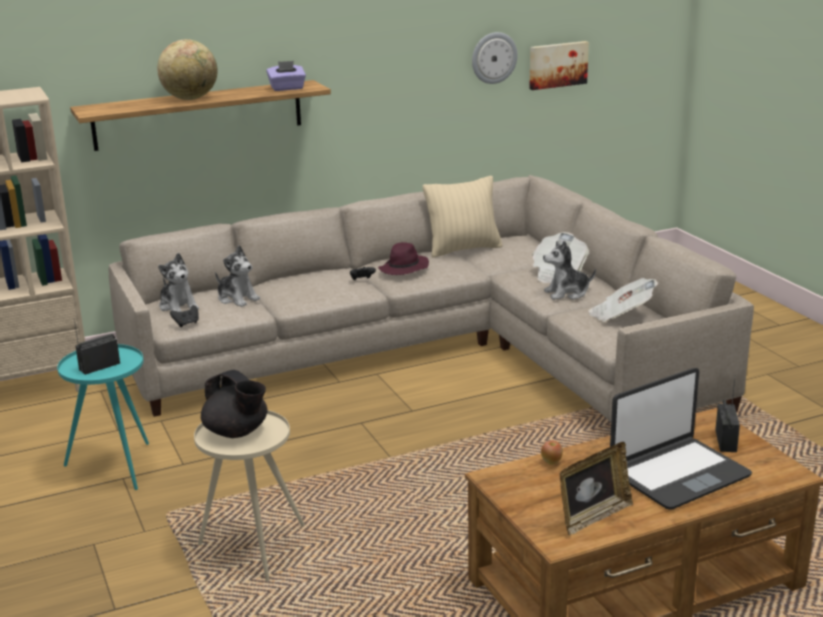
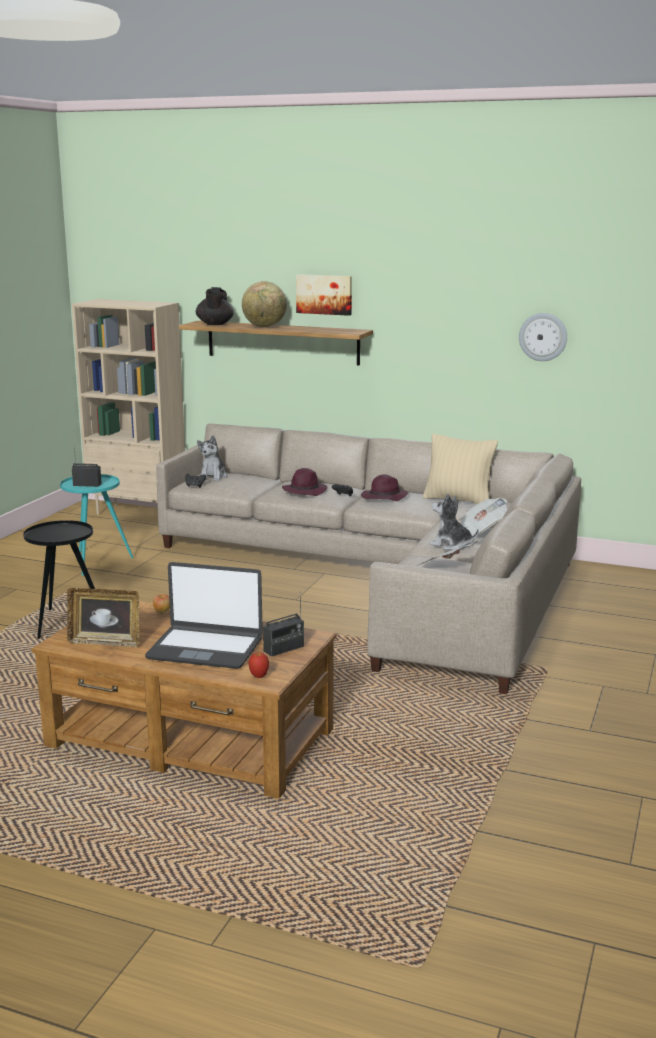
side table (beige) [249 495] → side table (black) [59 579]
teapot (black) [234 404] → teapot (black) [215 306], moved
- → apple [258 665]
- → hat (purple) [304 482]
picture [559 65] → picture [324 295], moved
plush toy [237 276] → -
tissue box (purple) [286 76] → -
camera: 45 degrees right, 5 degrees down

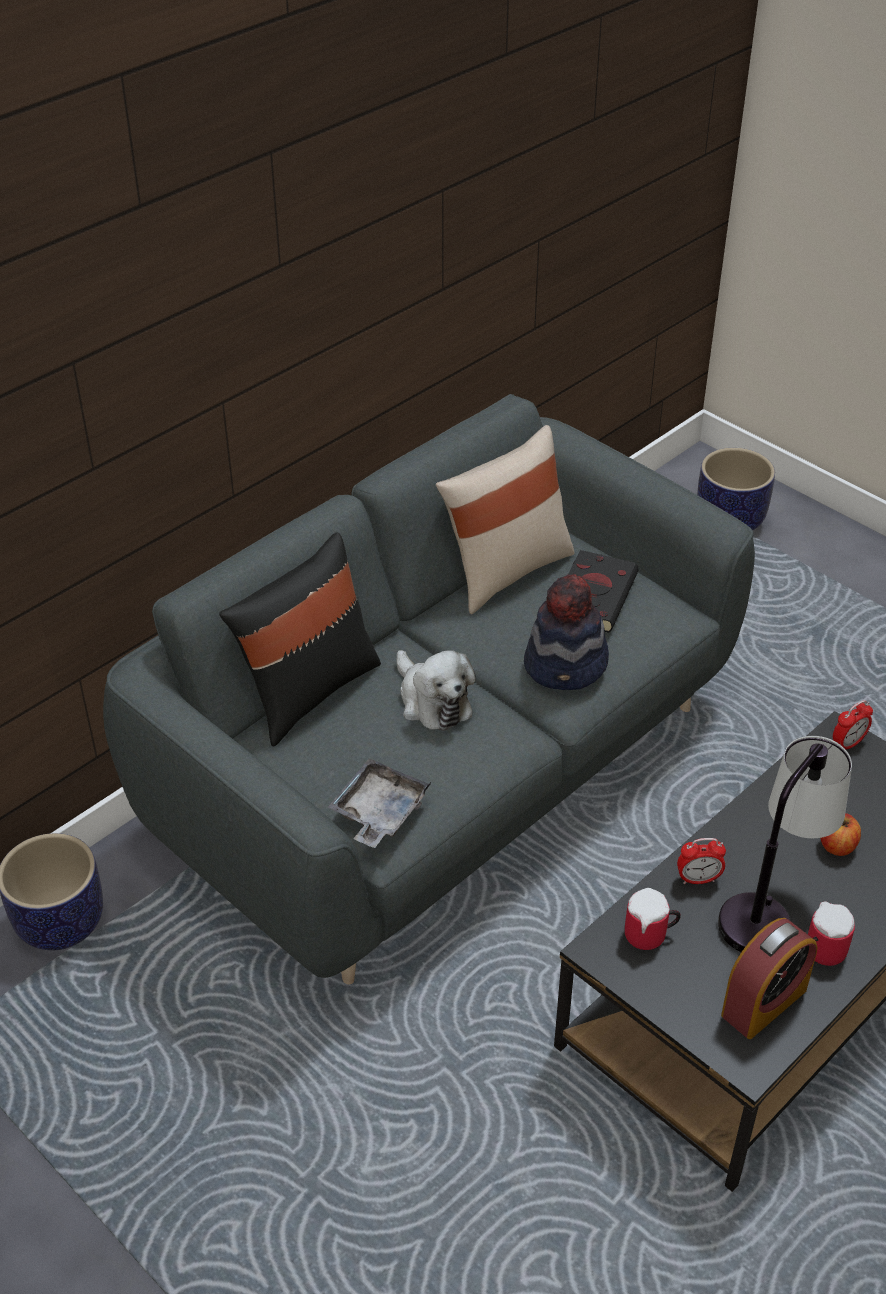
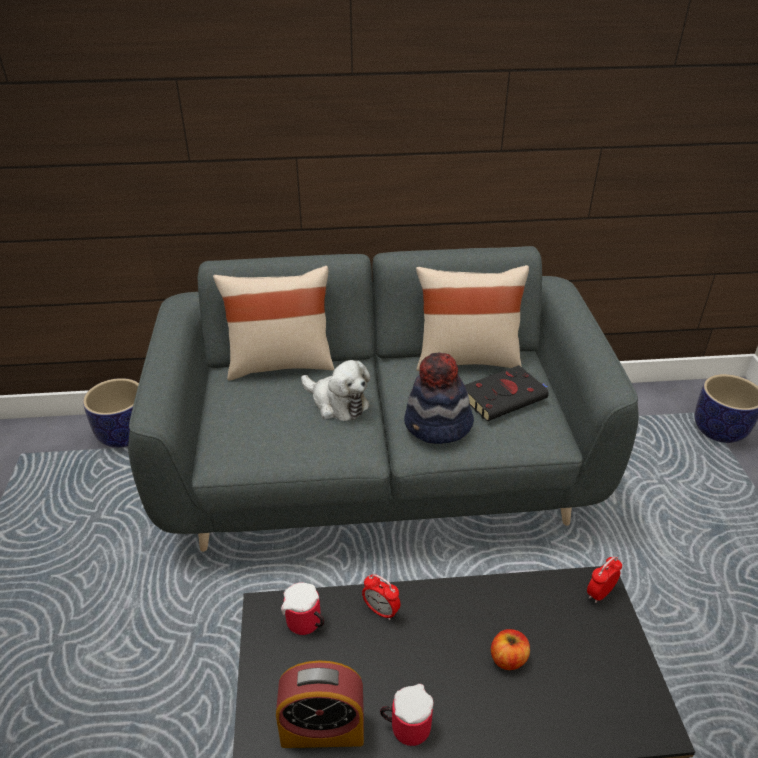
pillow (black) [300 639] → pillow (beige) [273 323]
plush toy [436 690] → plush toy [336 390], 60 degrees counterclockwise
alarm clock [853 724] → alarm clock [604 580], 135 degrees clockwise
tray (grey) [379 803] → -
table lamp [785 844] → -
camera: 40 degrees right, 5 degrees down

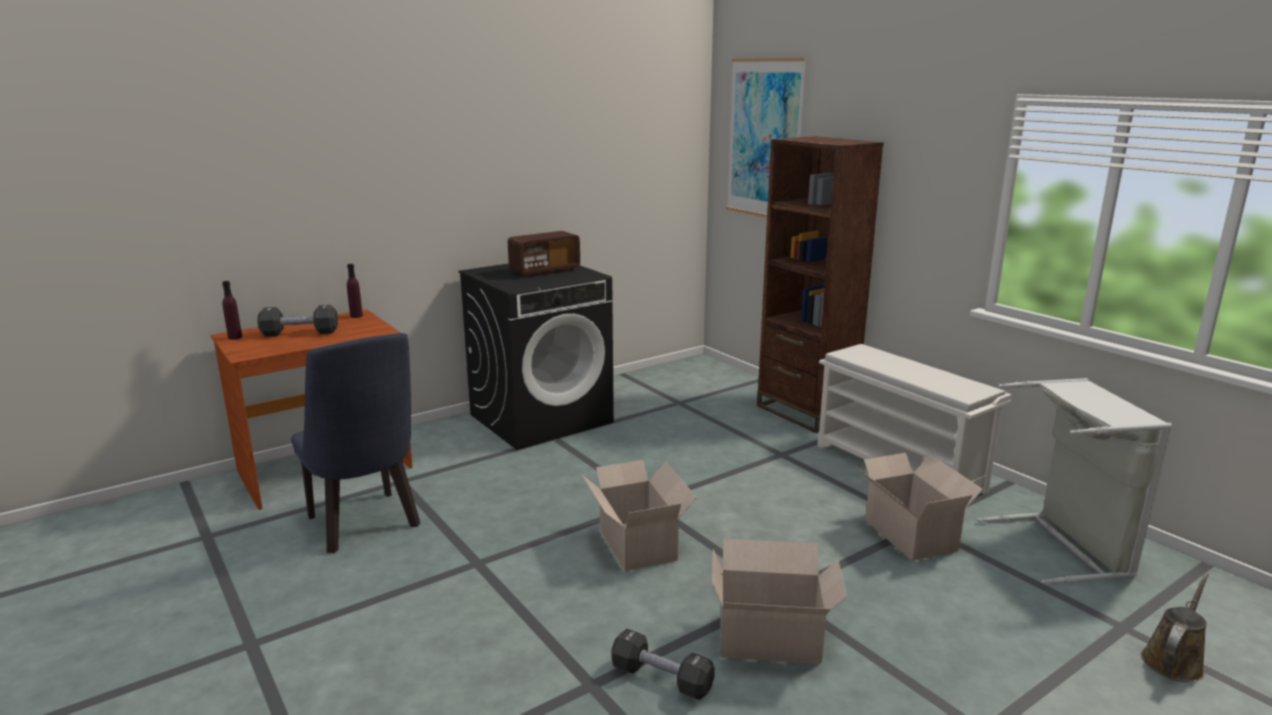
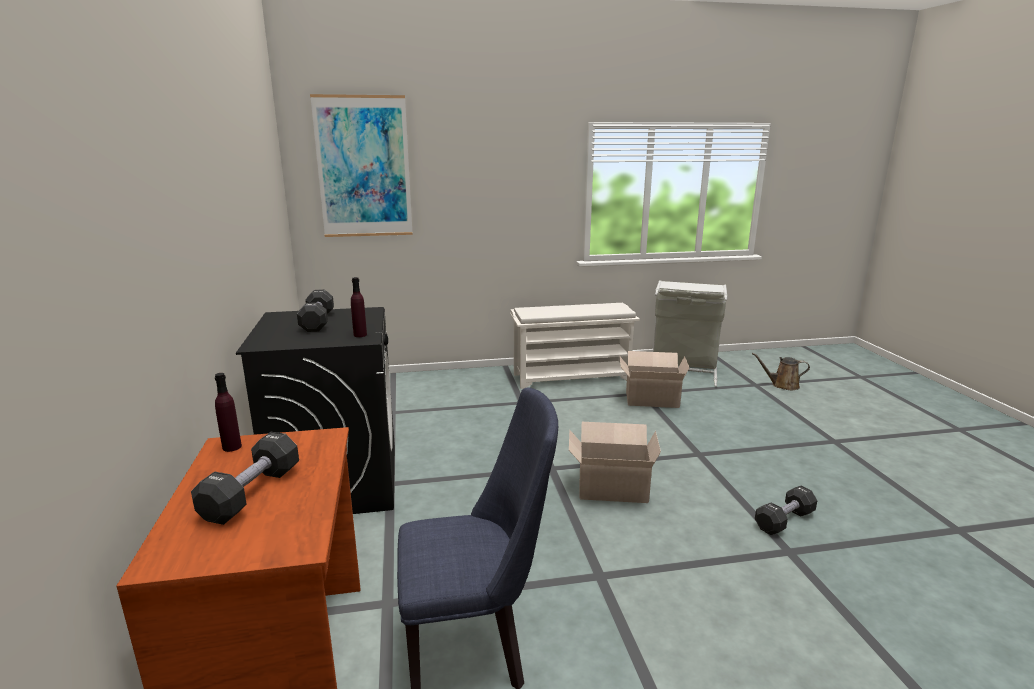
radio [544 254] → dumbbell (black) [315 311]
bottle (purple) [232 310] → bottle (purple) [359 307], moved
watering can (brown) [1175 627] → watering can (brown) [781 371], 60 degrees counterclockwise
cardboard box [779 601] → -
bookcase (brown) [820 284] → -
camera: 65 degrees left, 0 degrees up

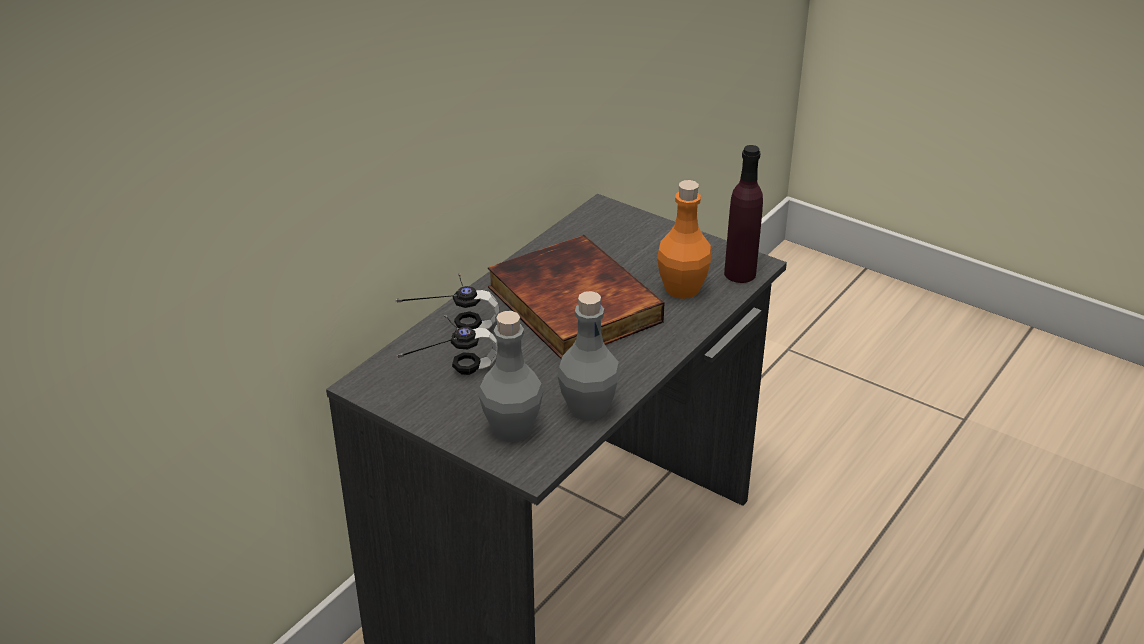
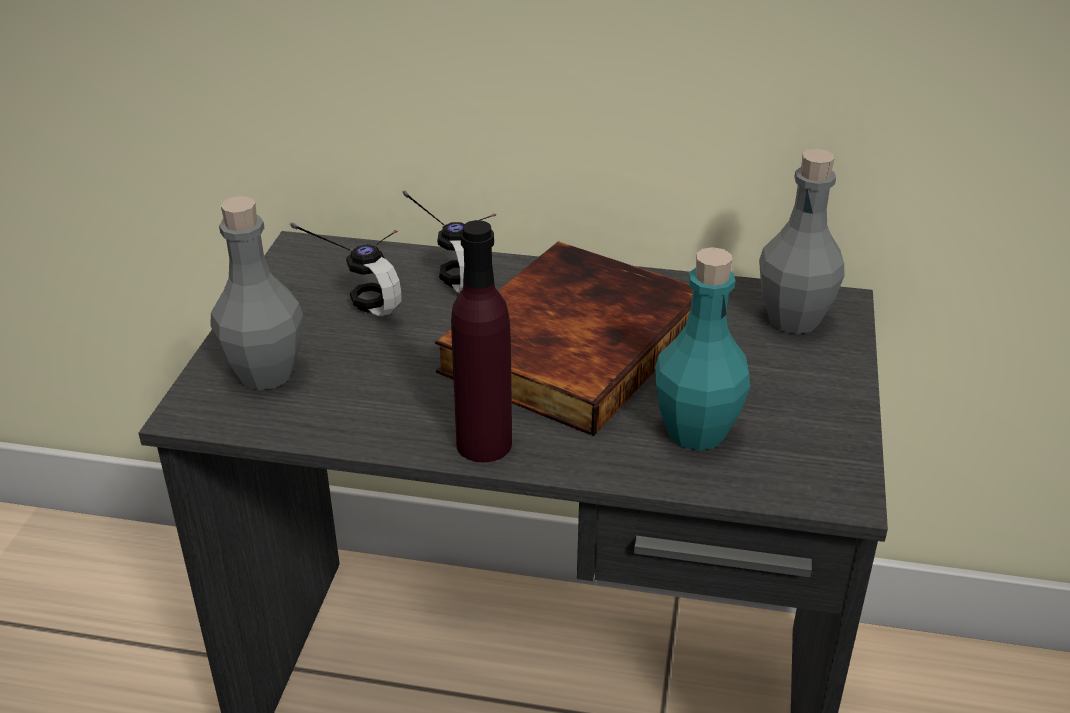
bottle (purple) [743 214] → bottle (purple) [481 341], moved
bottle (orange) [684 239] → bottle (turquoise) [702 349]
bottle (grey) [588 356] → bottle (grey) [802 241], moved
camera: 65 degrees right, 0 degrees up

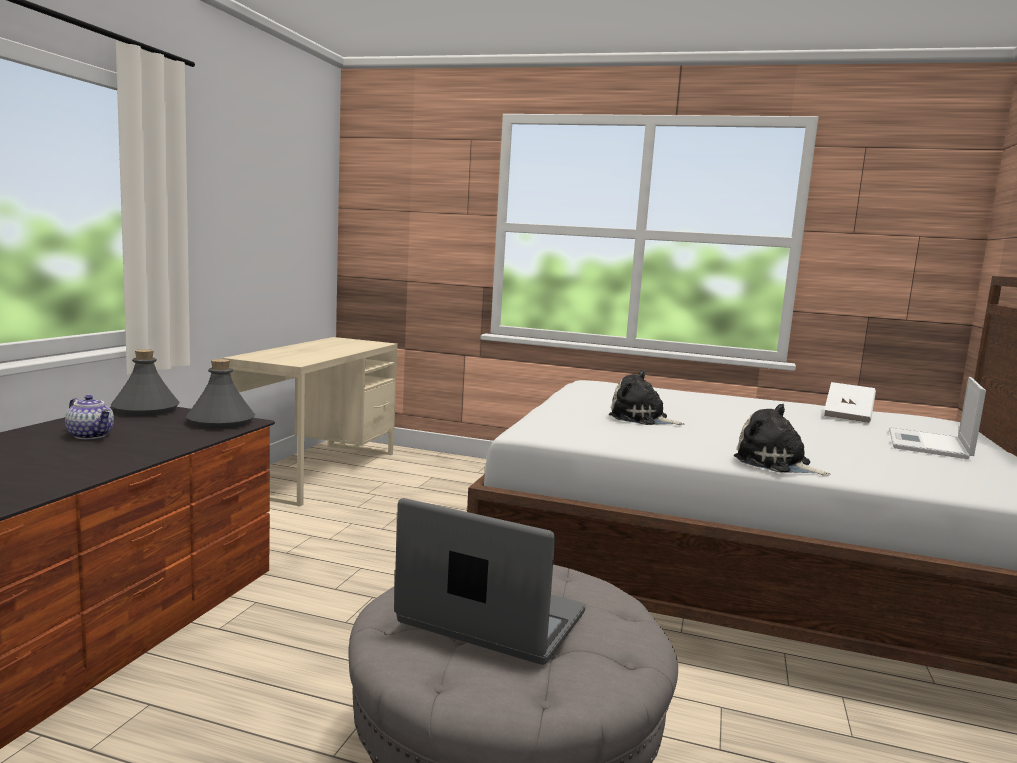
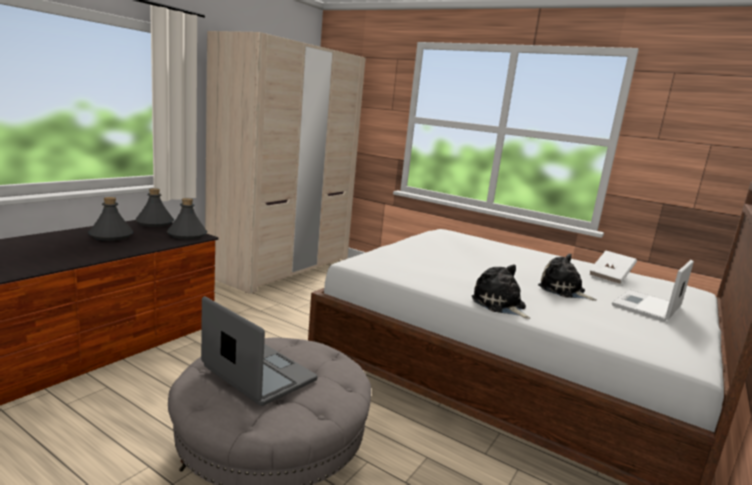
teapot [89 417] → bottle (grey) [110 219]
desk (beige) [310 421] → wardrobe (beige) [285 162]
plush toy [647 397] → plush toy [567 277], moved
camera: 15 degrees right, 5 degrees up

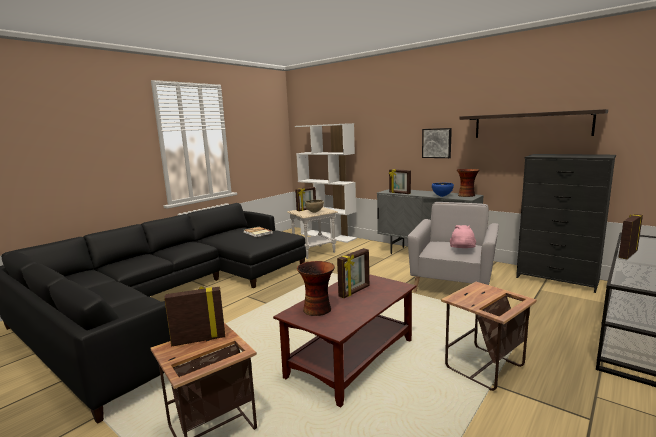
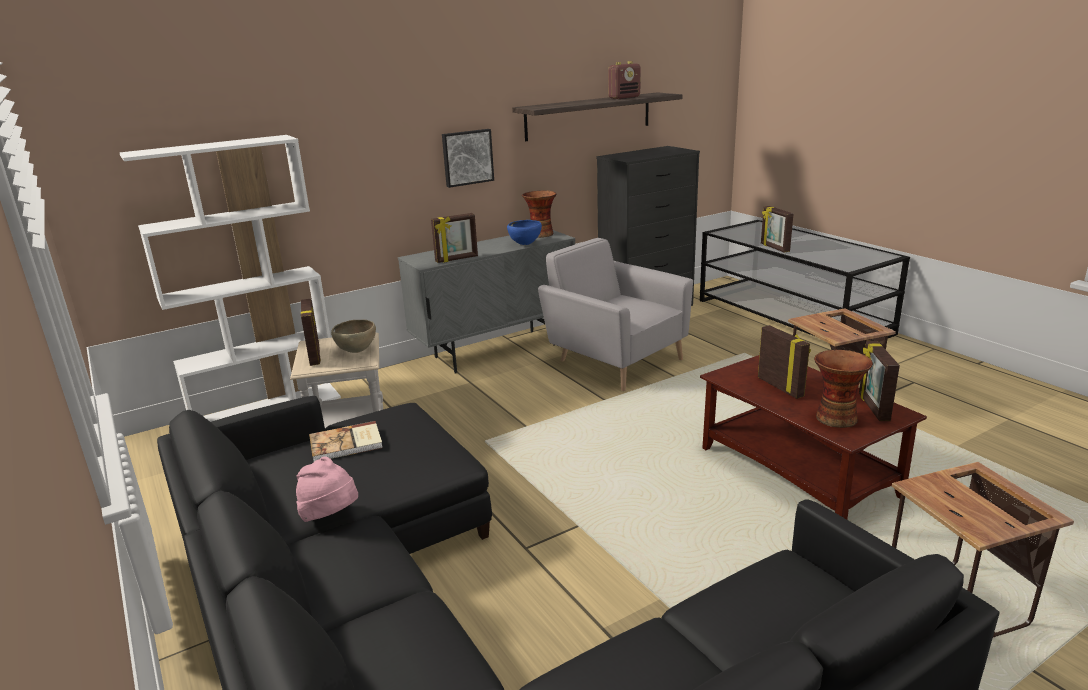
hat (pink) [463 236] → hat (pink) [327 489], moved
- → radio [624 80]
picture frame [194 316] → picture frame [879 381], moved
camera: 70 degrees left, 10 degrees up

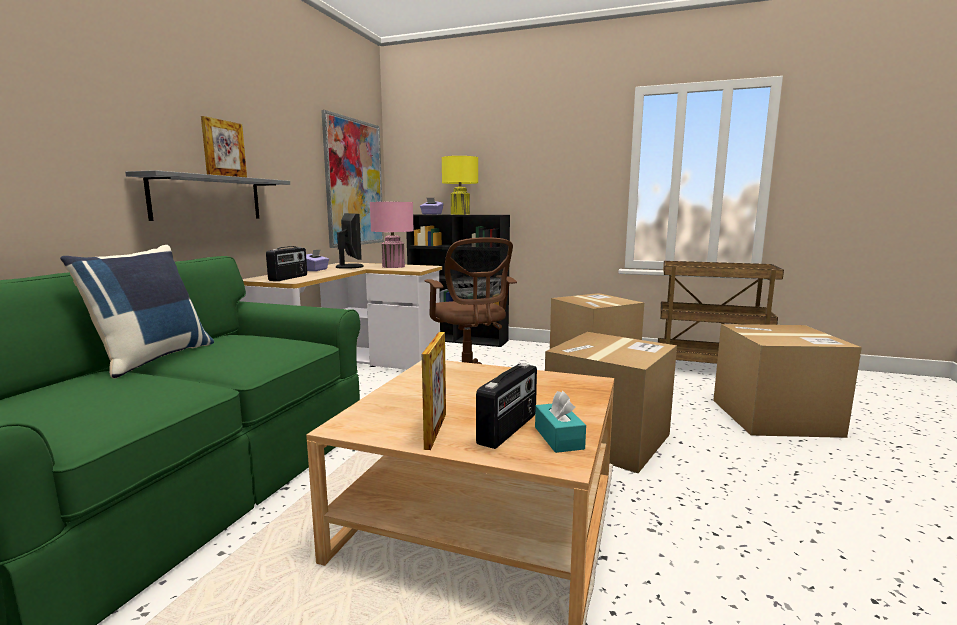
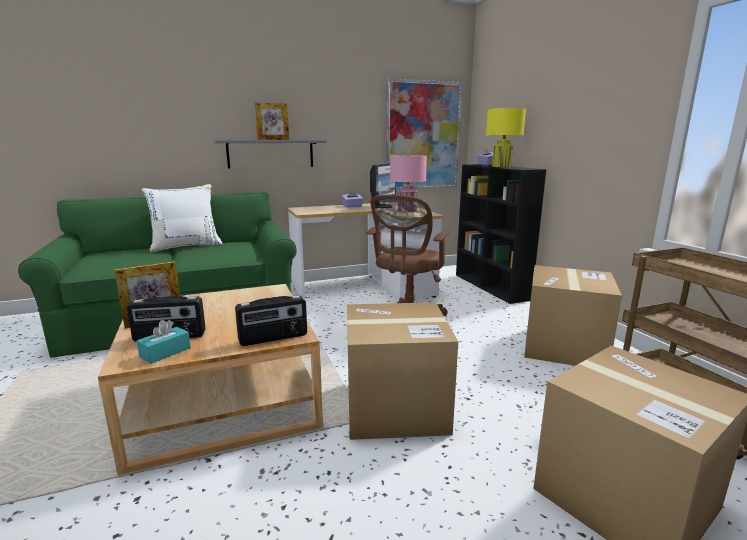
pillow (blue) [137 312] → pillow (white) [182 218]
radio [286 263] → radio [271 320], moved
camera: 50 degrees right, 5 degrees up

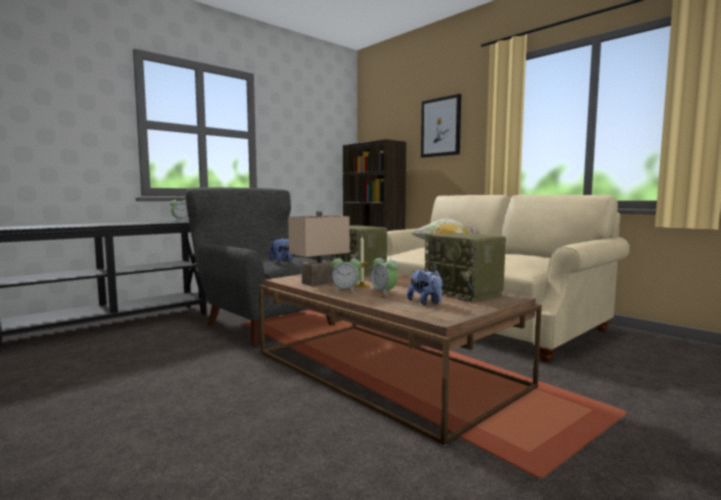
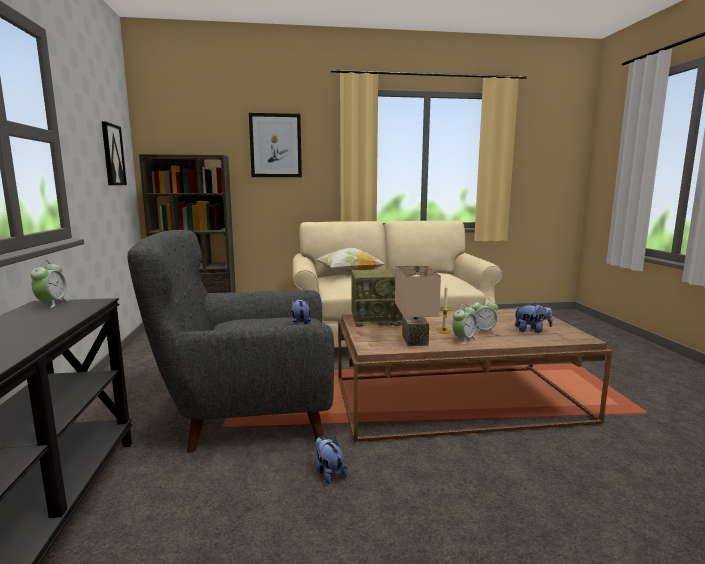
- → picture [114 153]
- → plush toy [331 460]
radio [465 267] → -
camera: 55 degrees left, 5 degrees up

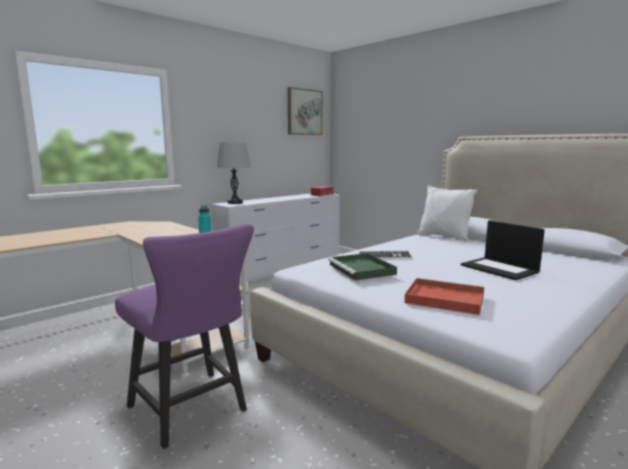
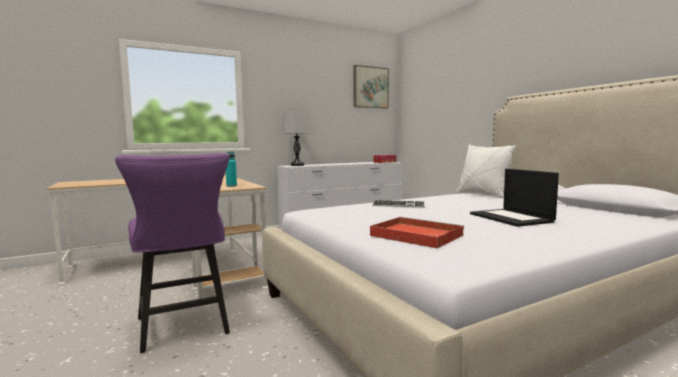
tray (green) [362 267] → -
camera: 15 degrees right, 5 degrees down

